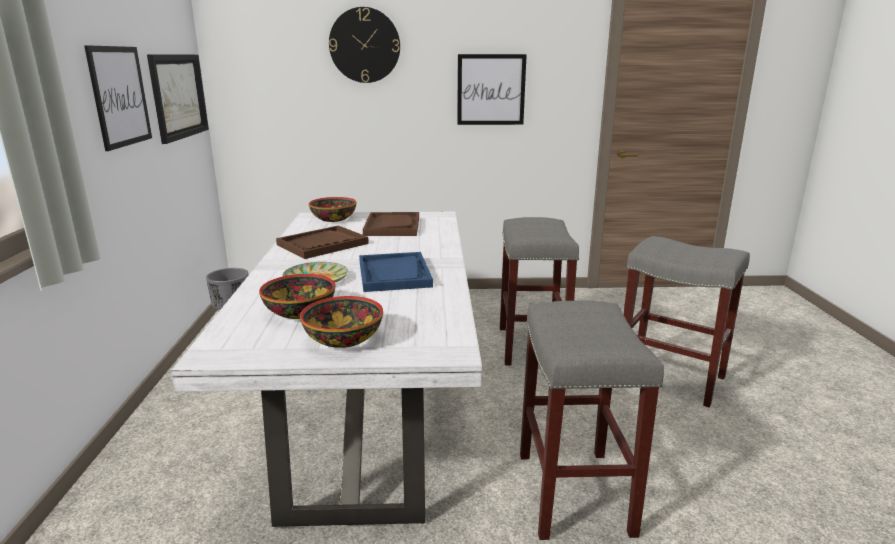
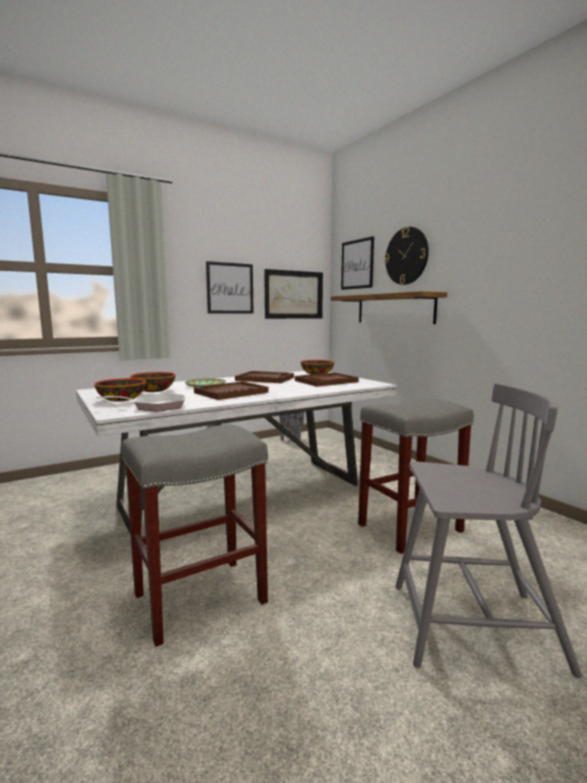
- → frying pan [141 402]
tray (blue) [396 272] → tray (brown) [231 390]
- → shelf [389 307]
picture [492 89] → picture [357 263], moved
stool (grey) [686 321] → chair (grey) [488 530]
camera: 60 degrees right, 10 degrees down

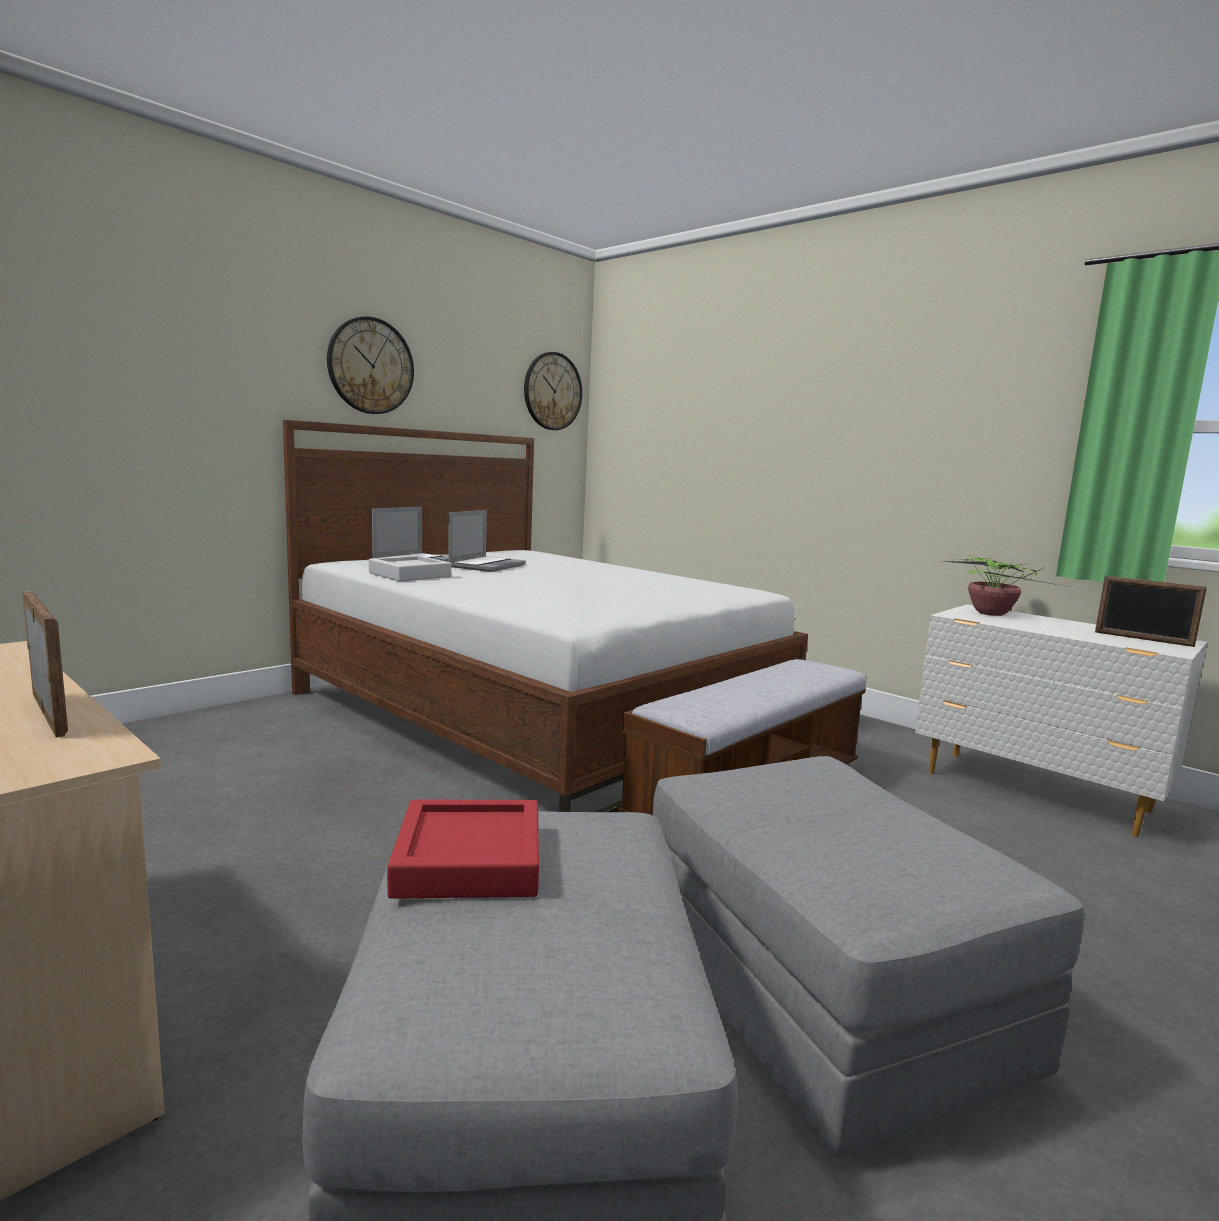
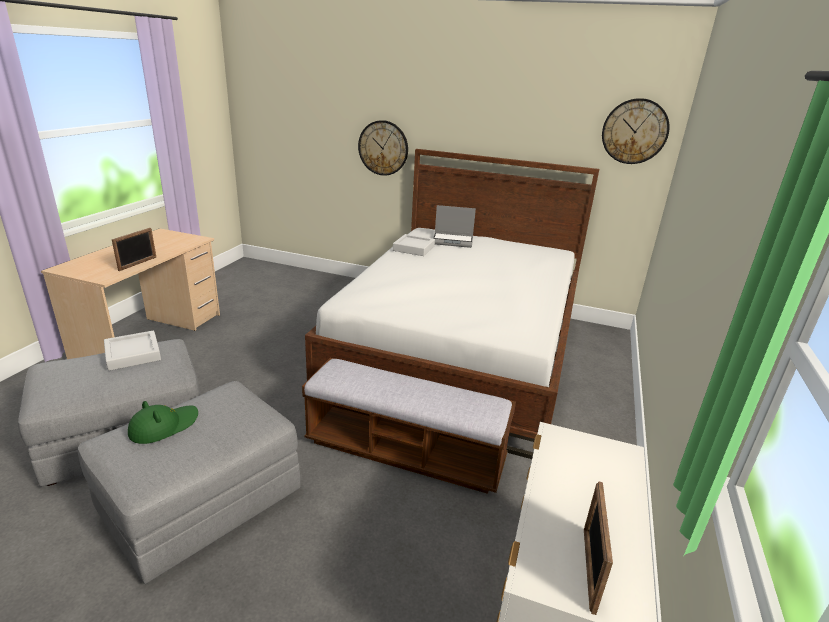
tray (red) [463 849] → tray (grey) [132 350]
- → hat (green) [163 422]
wall clock [370 365] → wall clock [383 148], moved
laptop [487 541] → -
potted plant [1005 585] → -
camera: 65 degrees right, 15 degrees up

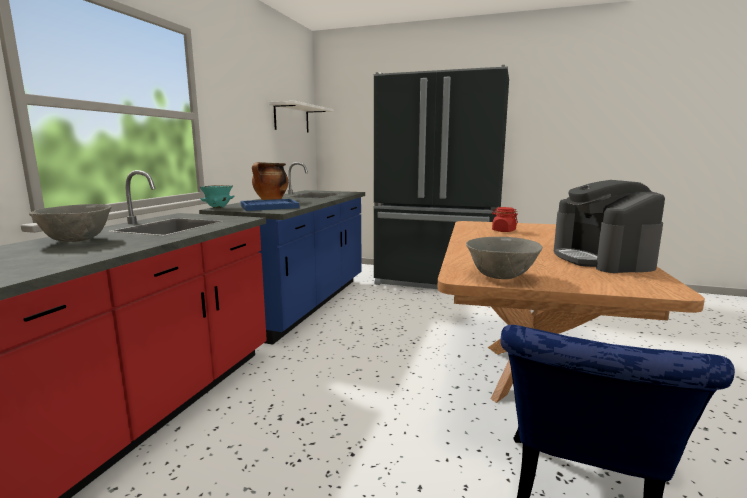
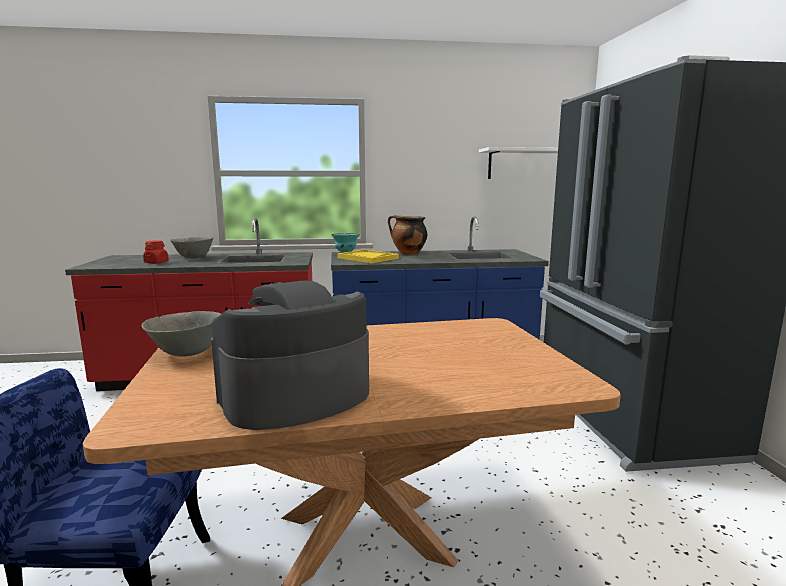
jar (red) [505 219] → jar (red) [156 252], moved
tray (blue) [269 205] → tray (yellow) [368 256]
camera: 65 degrees right, 0 degrees up

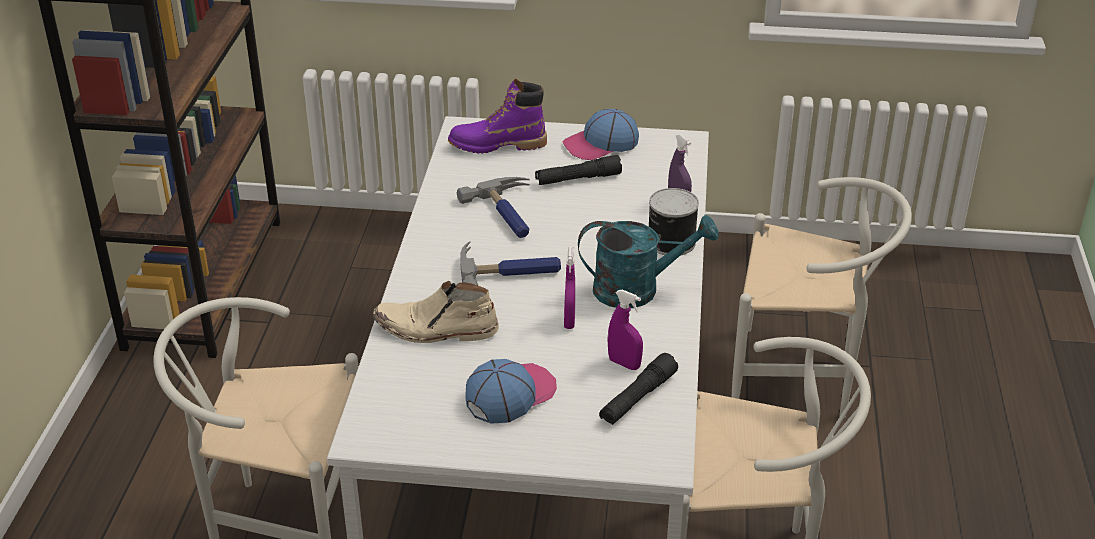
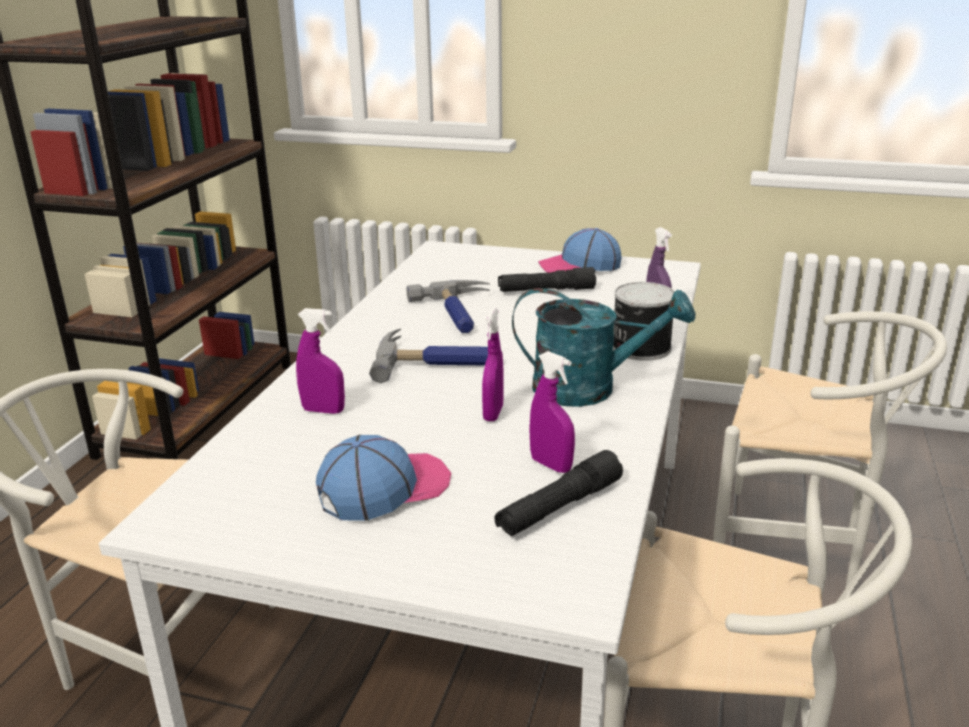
boot (beige) [436 312] → spray bottle (purple) [320 361]
boot (purple) [497 116] → -
camera: 10 degrees right, 10 degrees down

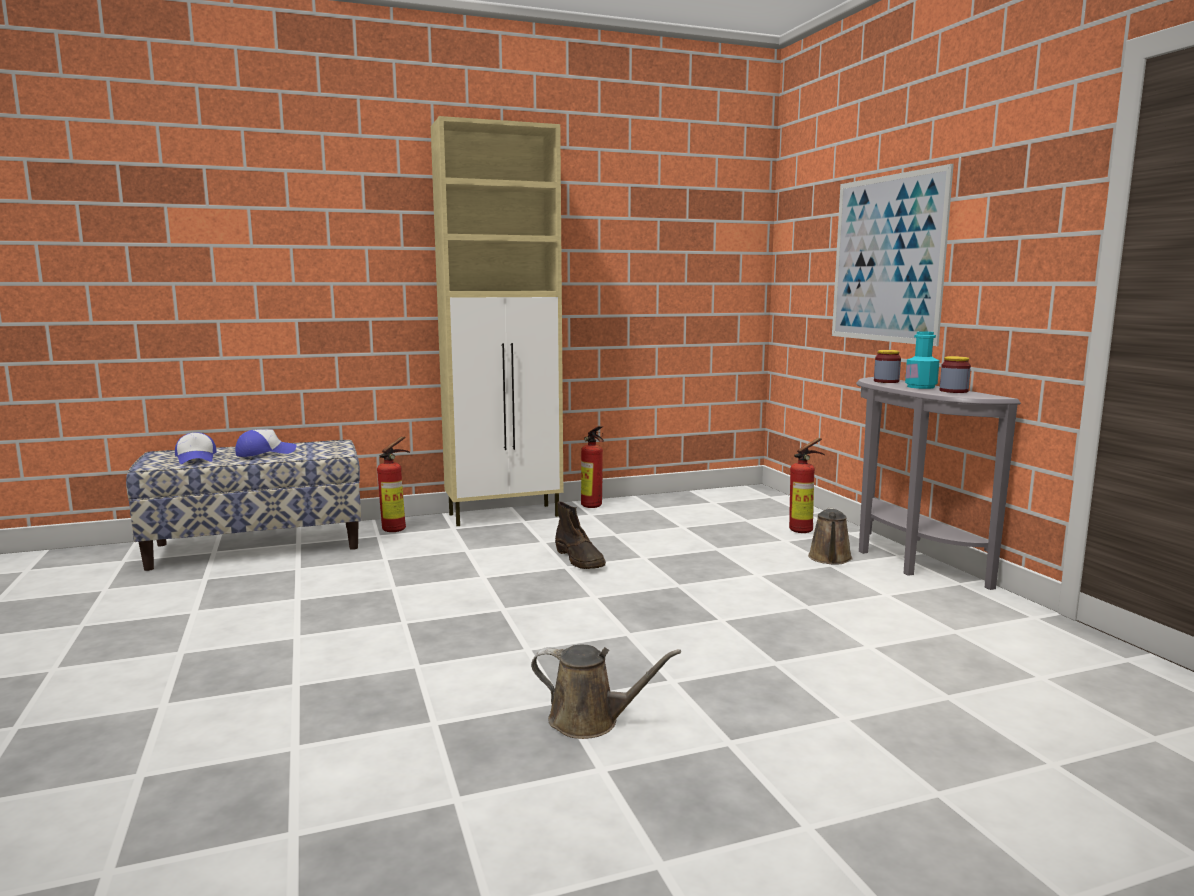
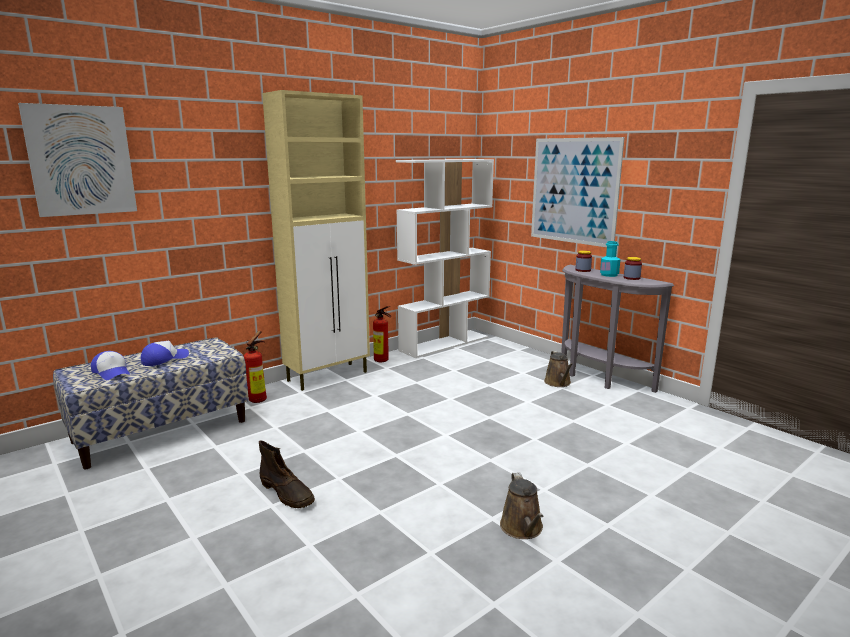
- → picture [77 160]
boot (brown) [580 535] → boot (brown) [287 474], moved
- → bookcase (white) [445 258]
watering can (brown) [606 692] → watering can (brown) [521 505], 90 degrees clockwise
fire extinguisher [807 485] → -
camera: 20 degrees left, 5 degrees up

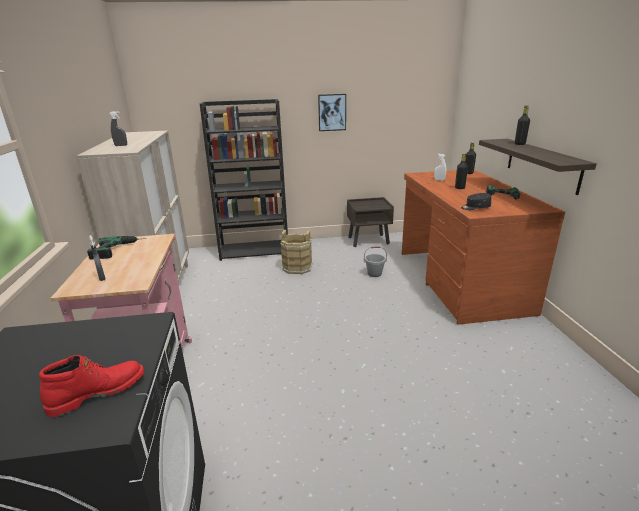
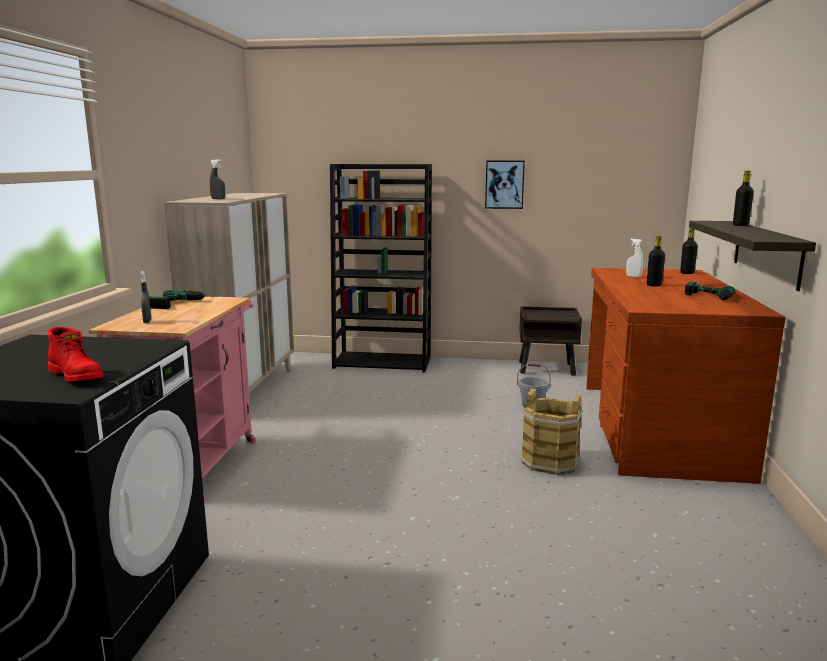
boot (red) [91 386] → boot (red) [75 354], 60 degrees clockwise
bucket (brown) [297 252] → bucket (brown) [552 431], moved
cap (black) [476 201] → -
camera: 15 degrees right, 10 degrees down

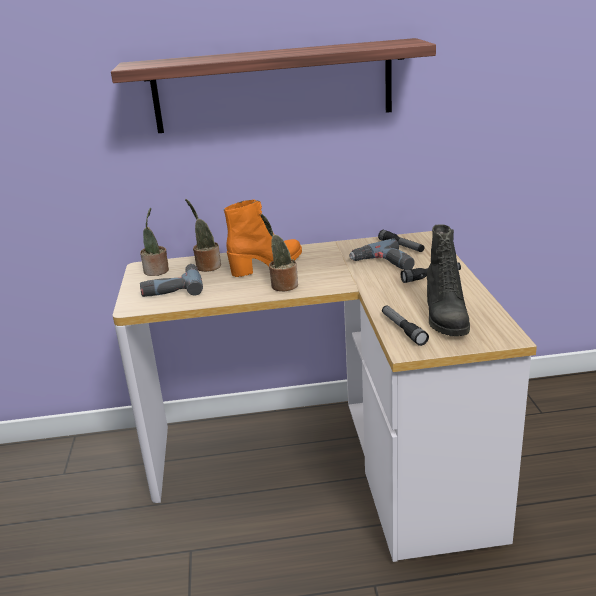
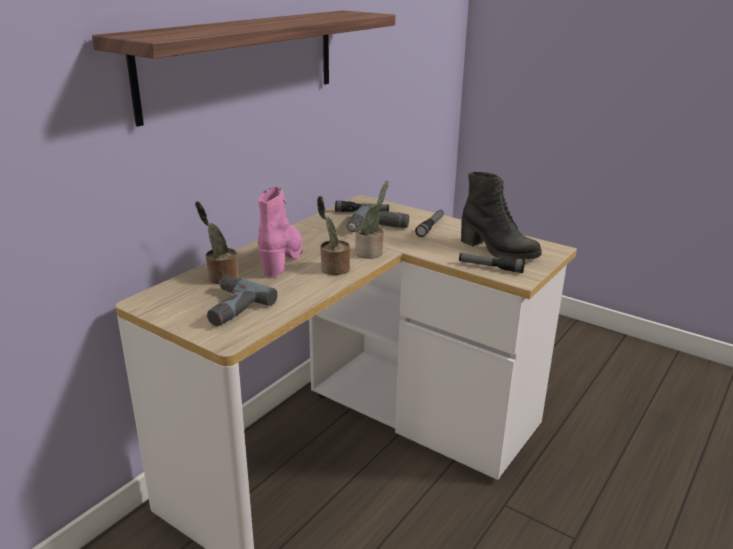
boot (orange) [263 238] → boot (pink) [280 231]
potted plant [154 242] → potted plant [372 220], moved
camera: 50 degrees left, 0 degrees up

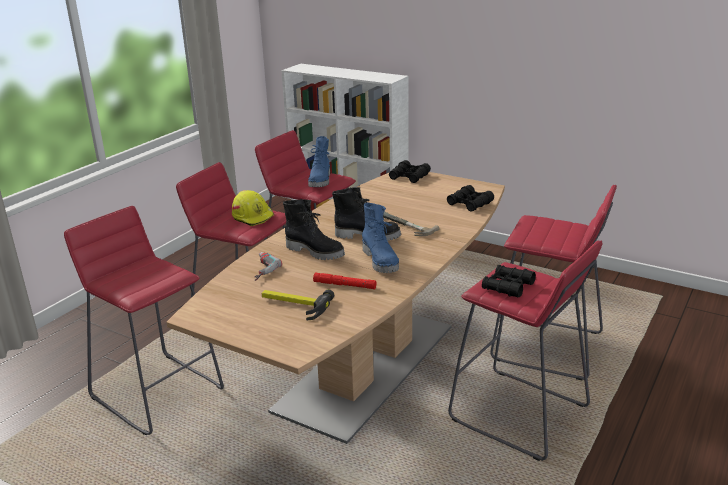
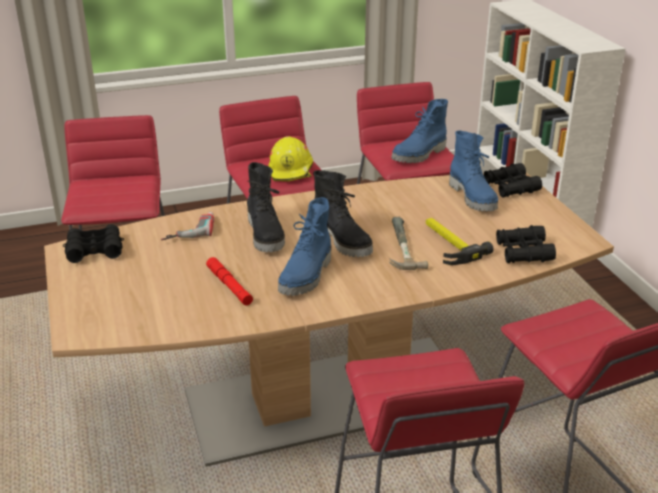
binoculars (black) [509 281] → binoculars (black) [93 243], moved
hammer [298 305] → hammer [460 241], moved
- → boot (blue) [473 171]
camera: 40 degrees right, 5 degrees up

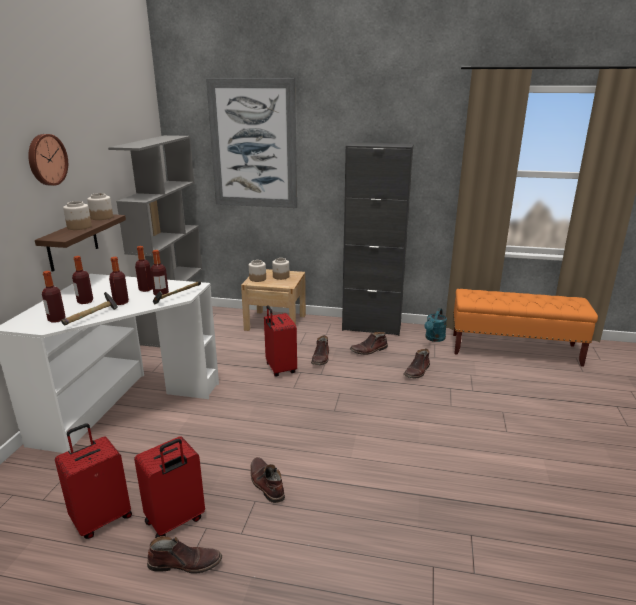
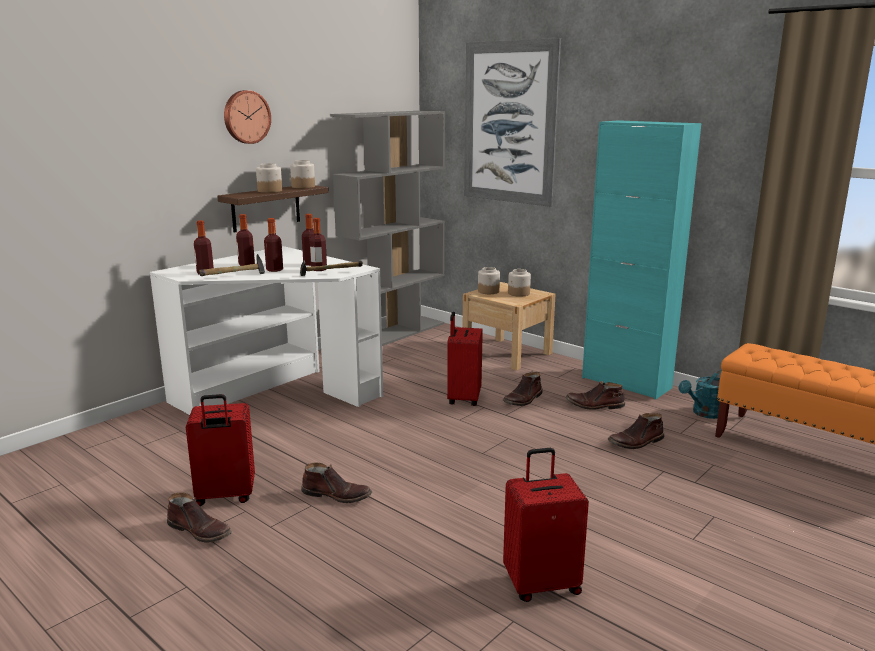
boot (brown) [267 480] → boot (brown) [336 482], 105 degrees clockwise
suitcase (red) [93 481] → suitcase (red) [546 525], moved
cabinet (black) [377 239] → cabinet (turquoise) [641 260]
camera: 30 degrees right, 5 degrees down

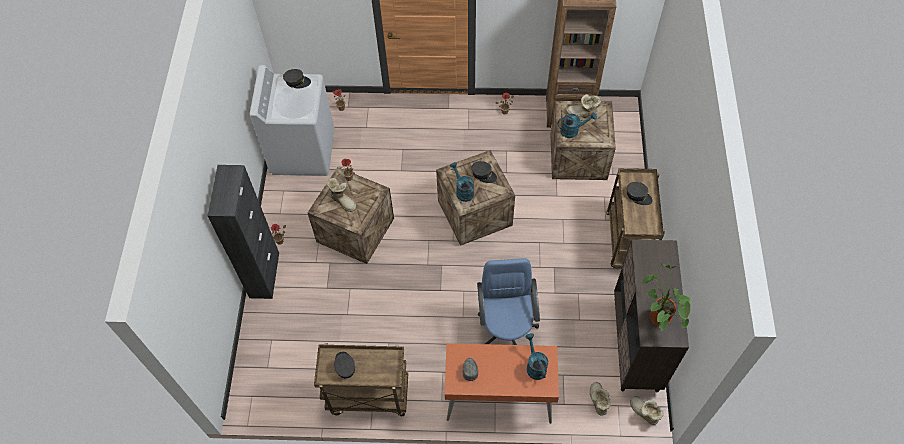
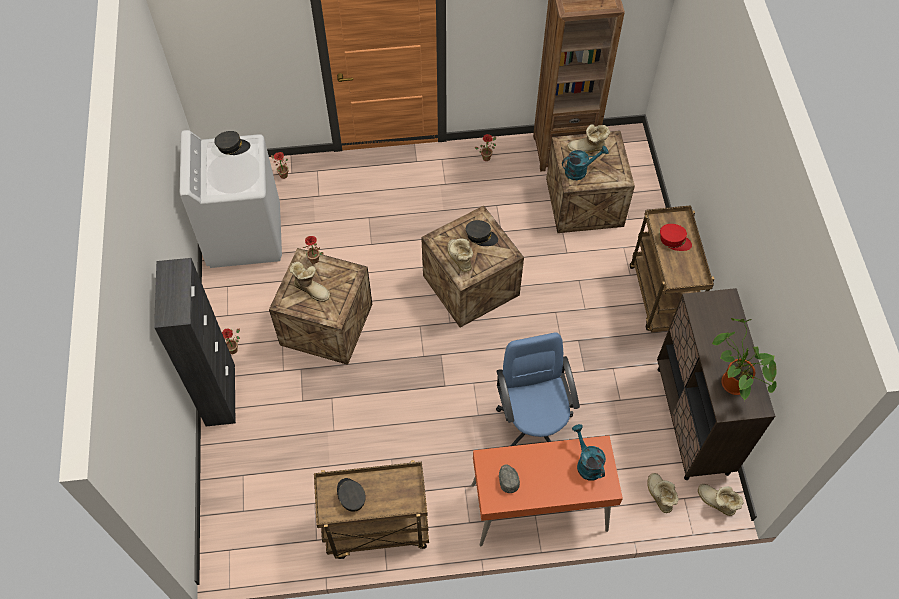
watering can (turquoise) [462 182] → boot [460 255]
cap (grey) [639 193] → cap (red) [676 237]
camera: 10 degrees left, 0 degrees up

